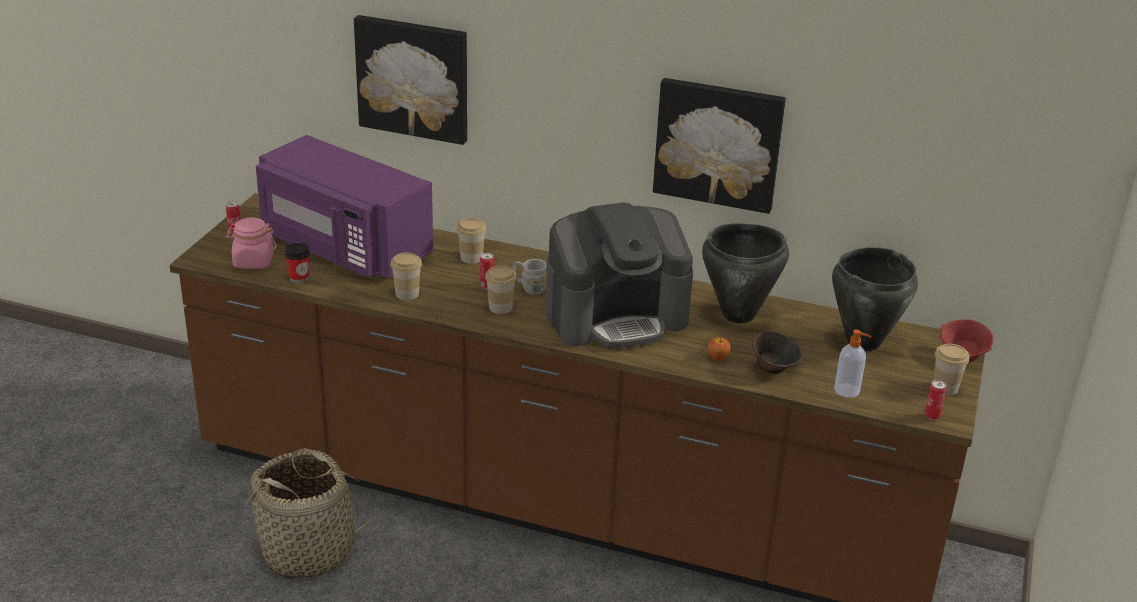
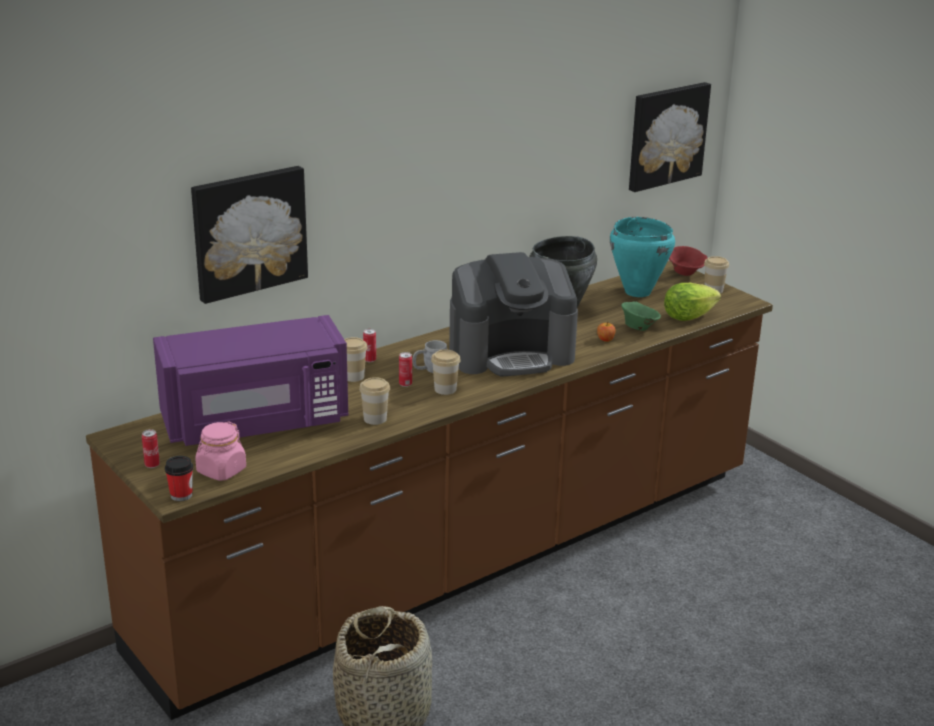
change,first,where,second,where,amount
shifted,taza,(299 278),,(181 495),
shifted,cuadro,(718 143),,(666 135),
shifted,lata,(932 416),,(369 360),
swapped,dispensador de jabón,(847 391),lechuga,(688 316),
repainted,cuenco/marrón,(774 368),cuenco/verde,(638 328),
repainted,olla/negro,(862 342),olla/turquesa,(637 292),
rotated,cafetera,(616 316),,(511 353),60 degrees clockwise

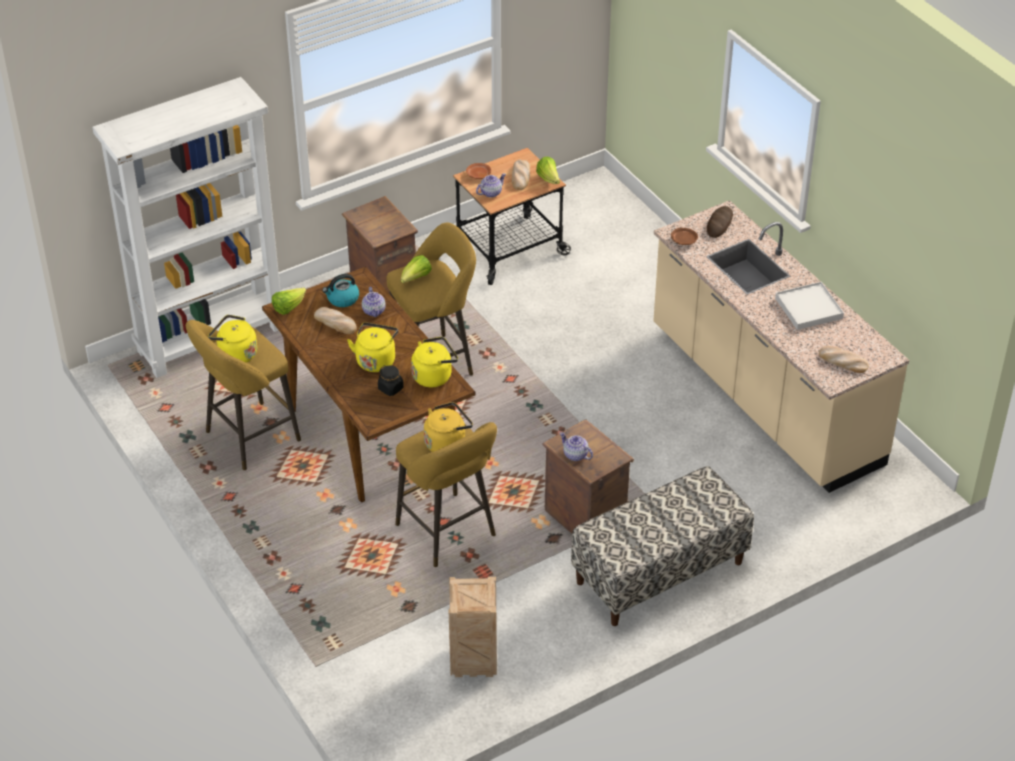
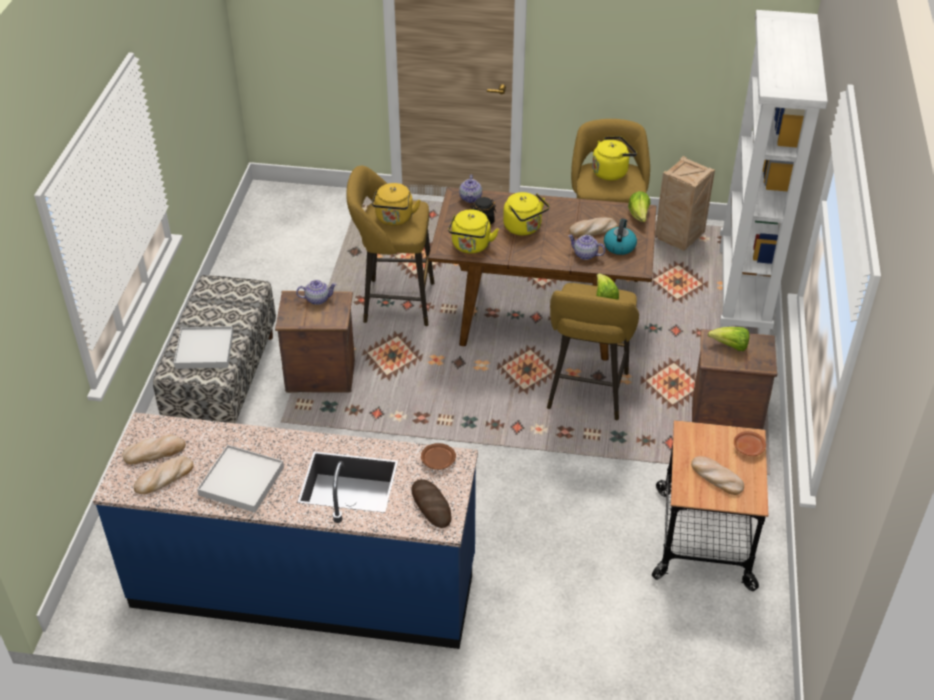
change,first,where,second,where,amount
new,,,pan,(164 478),
new,,,bandeja/blanco,(204 350),
shifted,caja de embalaje,(472 662),,(679 237),
shifted,tetera,(491 192),,(471 198),
shifted,lechuga,(549 179),,(730 346),
repainted,mueble bajo de cocina/beis,(764 397),mueble bajo de cocina/azul,(305 583),

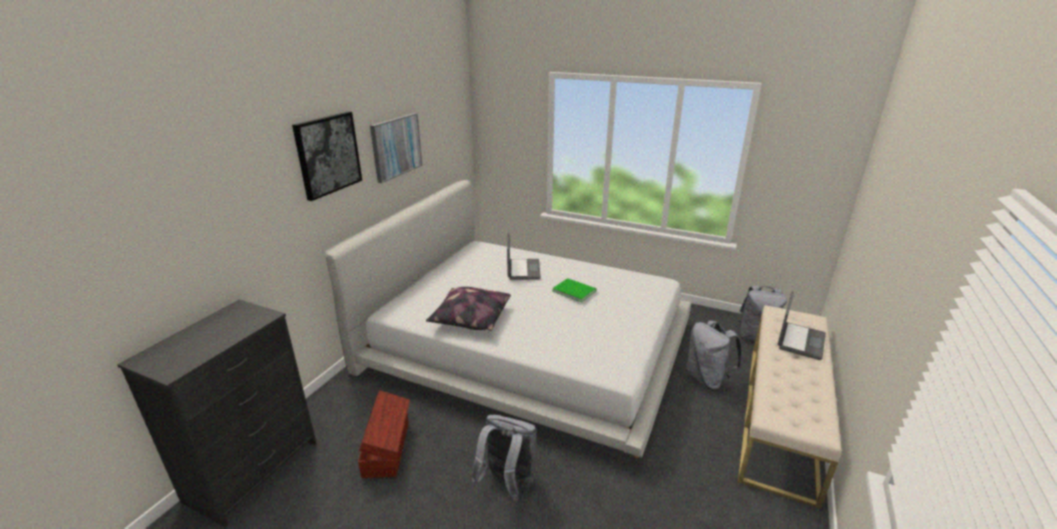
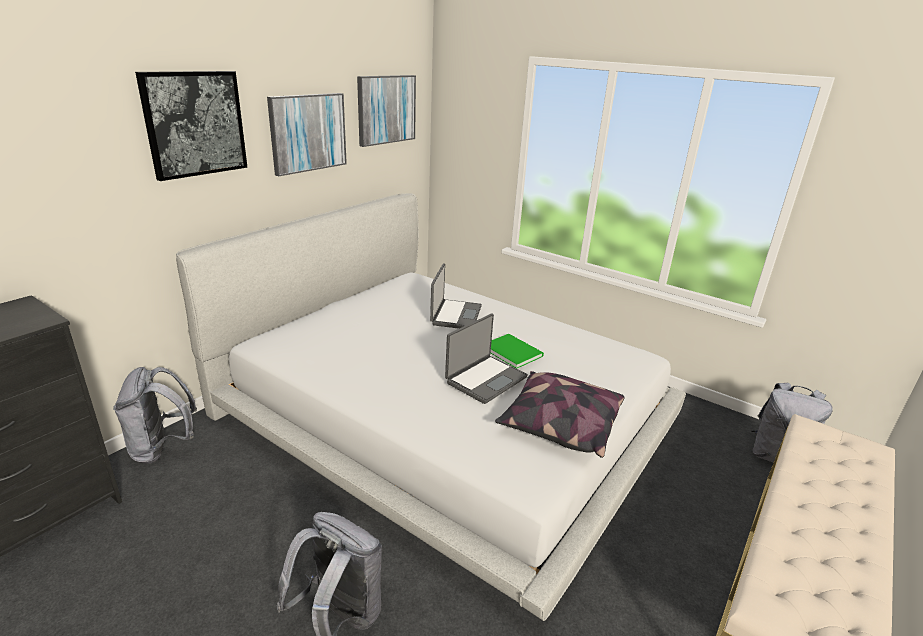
change,first,where,second,where,amount
gone,caja de almacenaje/marrón,(388 448),,,
new,,,cuadro,(386 109),
shifted,cojín,(470 318),,(559 425),
shifted,mochila/gris,(707 379),,(162 448),
shifted,portátil,(799 341),,(485 379),

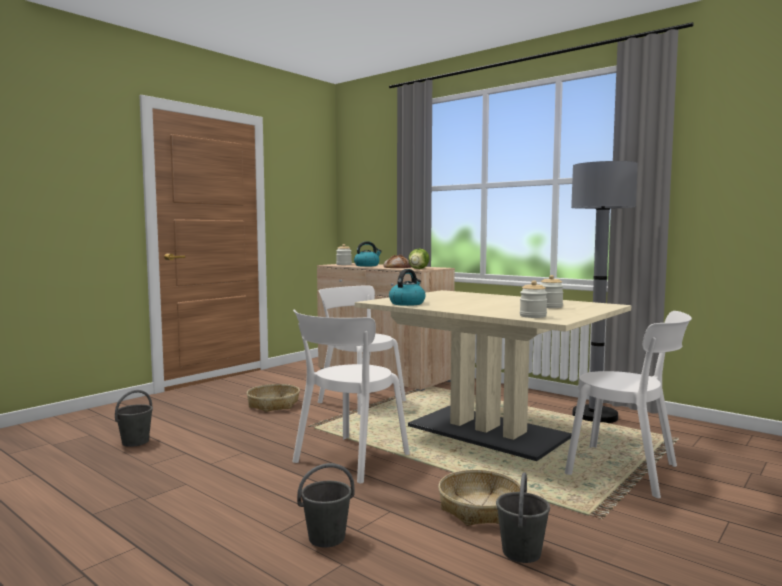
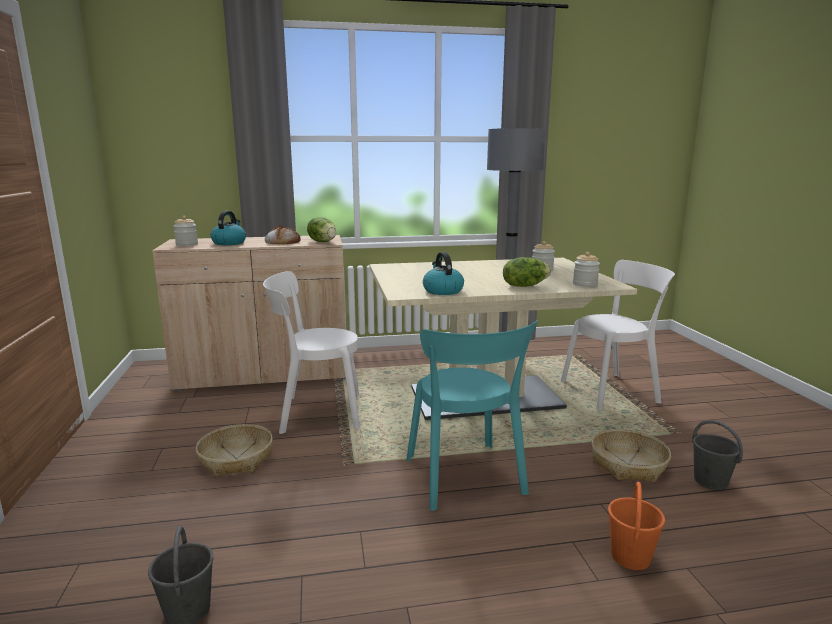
change,first,where,second,where,amount
new,,,lechuga,(524 285),
repainted,silla/blanco,(348 460),silla/turquesa,(466 479),
repainted,cubo/gris,(326 538),cubo/naranja,(630 557),

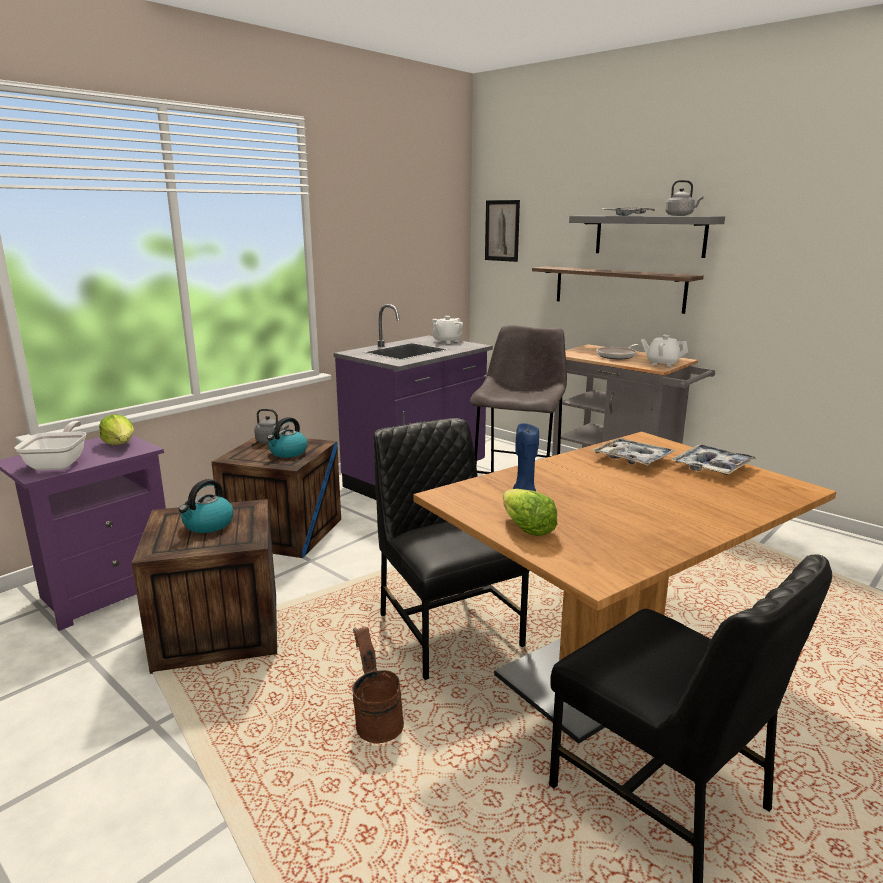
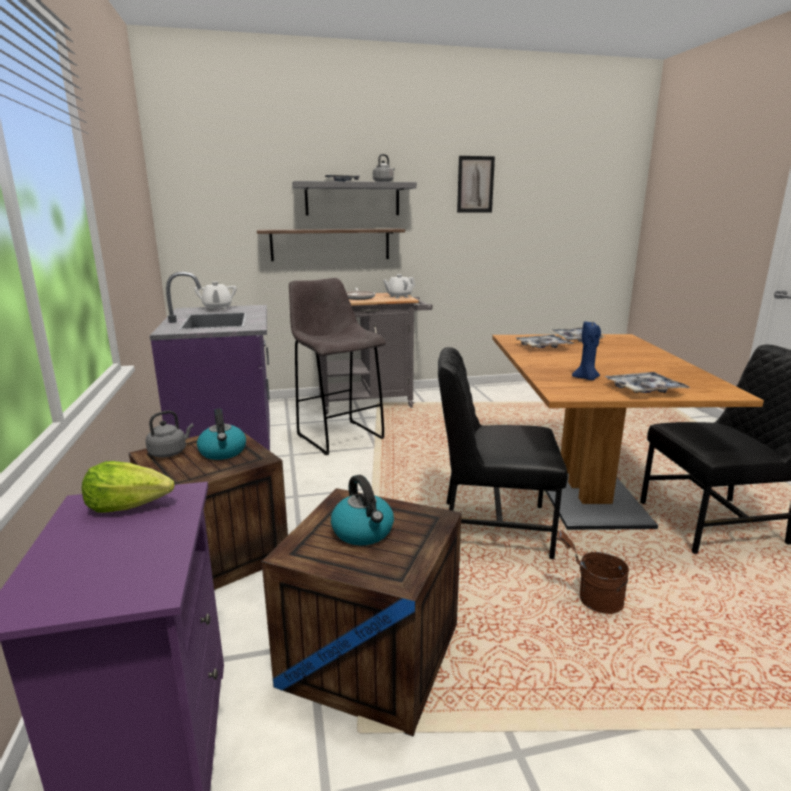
change,first,where,second,where,amount
gone,sartén,(60 463),,,
shifted,cuadro,(502 230),,(475 184),
swapped,lechuga,(525 528),bandeja,(644 389),

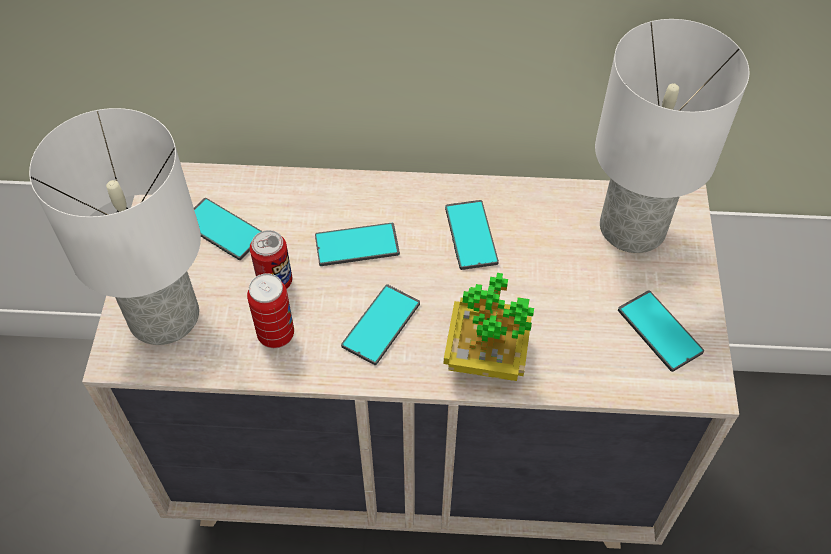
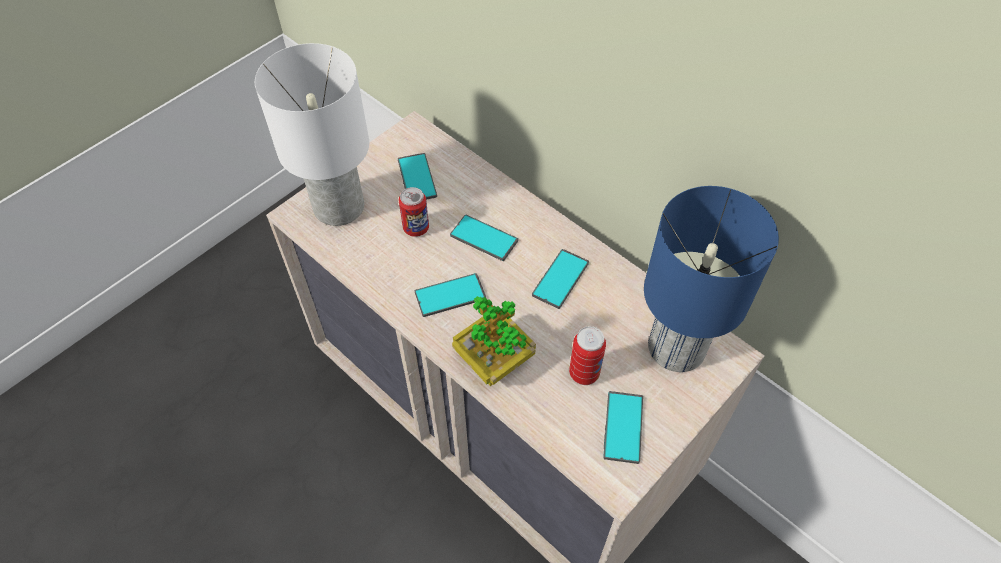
change,first,where,second,where,amount
shifted,lata,(276 335),,(584 373),
repainted,lámpara de mesa/blanco,(630 227),lámpara de mesa/azul,(675 346),

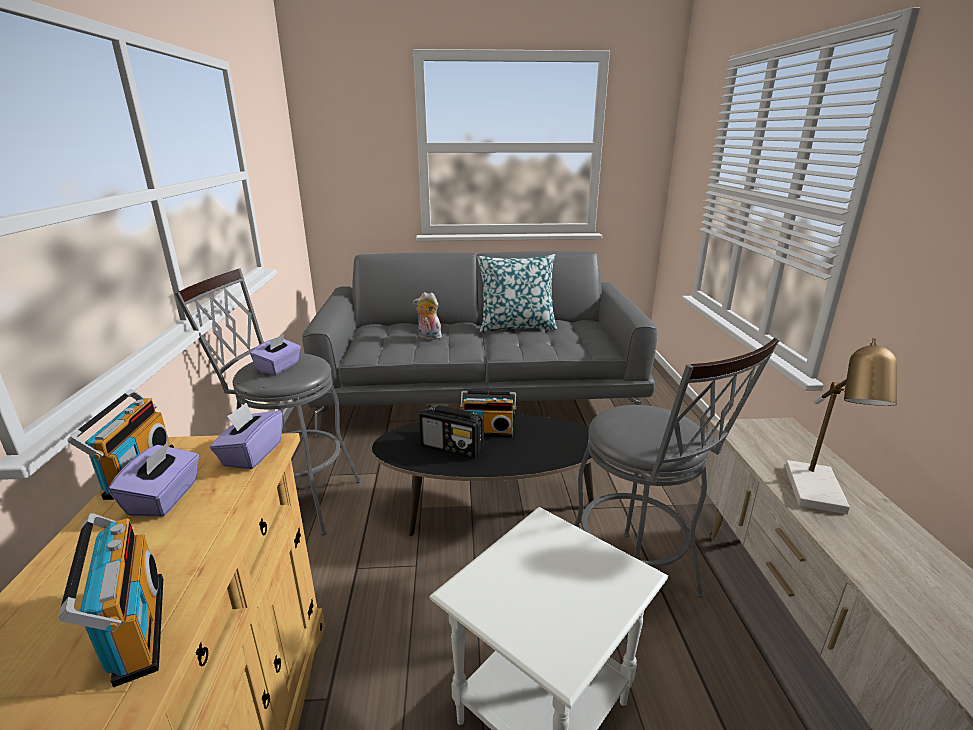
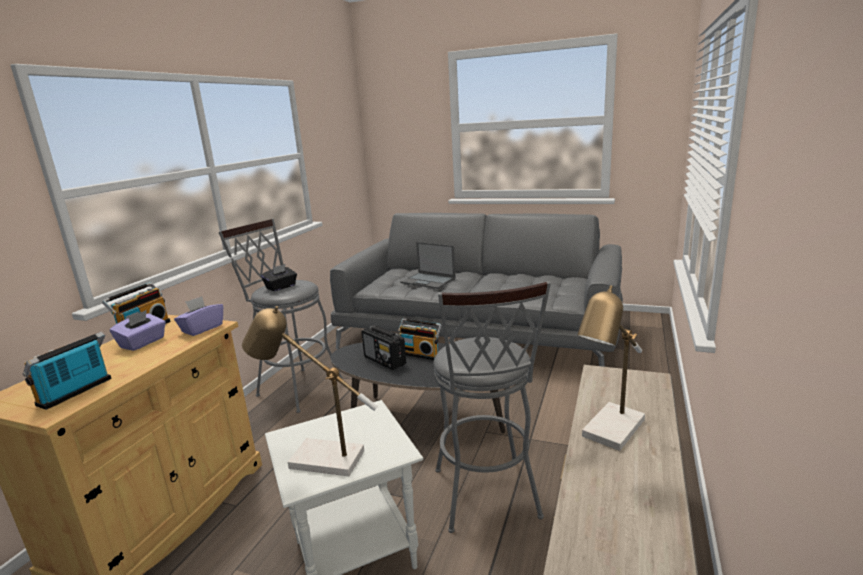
change,first,where,second,where,amount
gone,cojín,(516 327),,,
new,,,lámpara de mesa,(317 459),
swapped,peluche,(428 337),portátil,(428 281),
repainted,caja de pañuelos/morado,(279 367),caja de pañuelos/negro,(281 287),
rotated,radio,(133 630),,(77 392),150 degrees counterclockwise

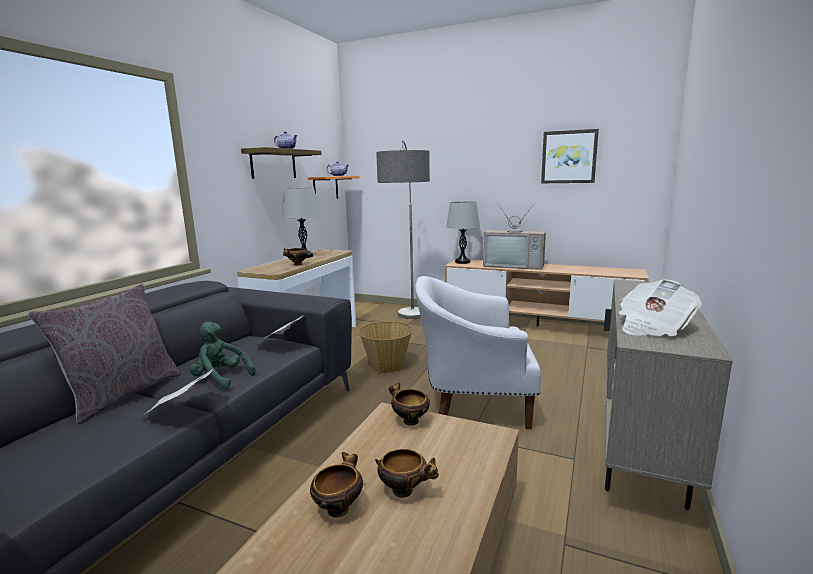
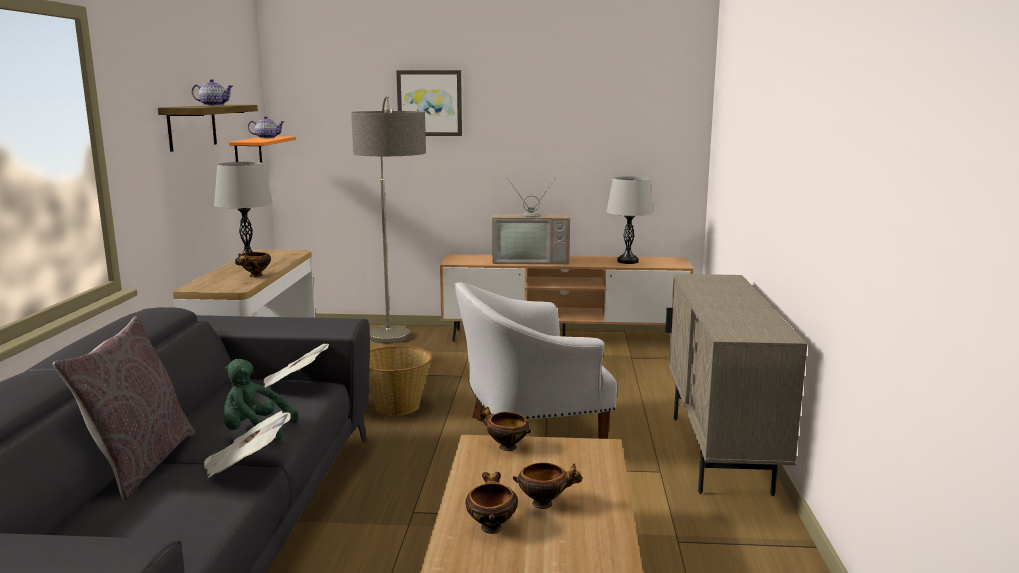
change,first,where,second,where,amount
gone,periódico,(652 327),,,
shifted,lámpara de mesa/gris,(462 262),,(628 261),
shifted,cuadro,(569 157),,(429 103),

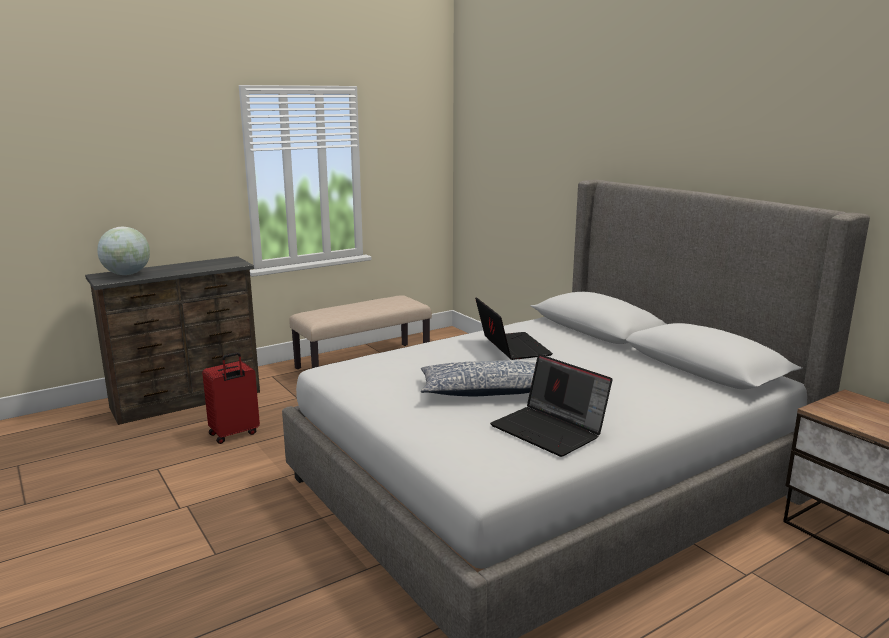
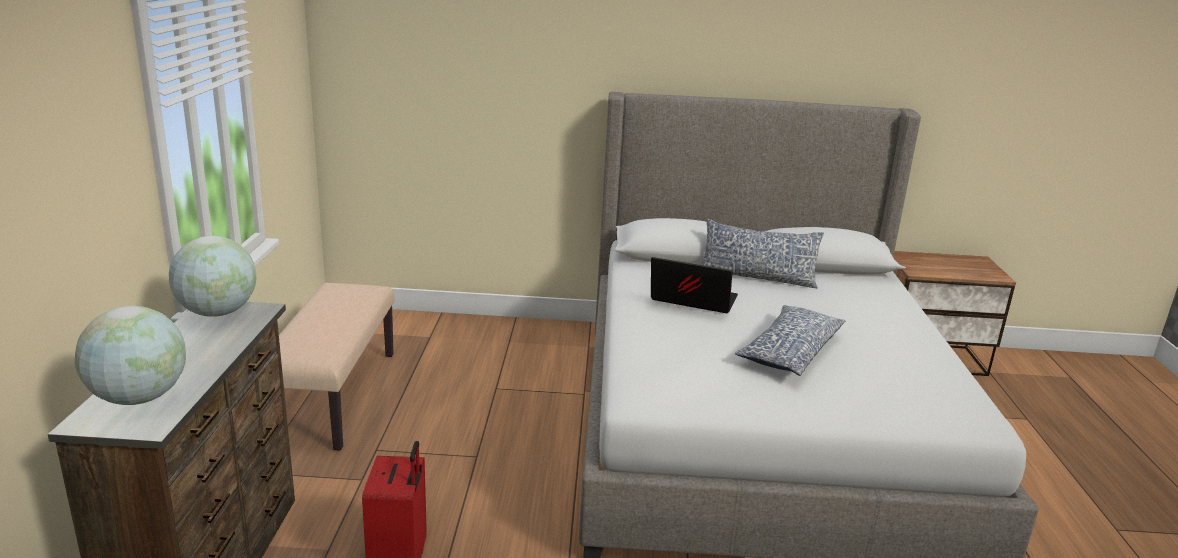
change,first,where,second,where,amount
gone,portátil,(550 430),,,
new,,,globo terráqueo,(217 313),
new,,,cojín,(756 277),

